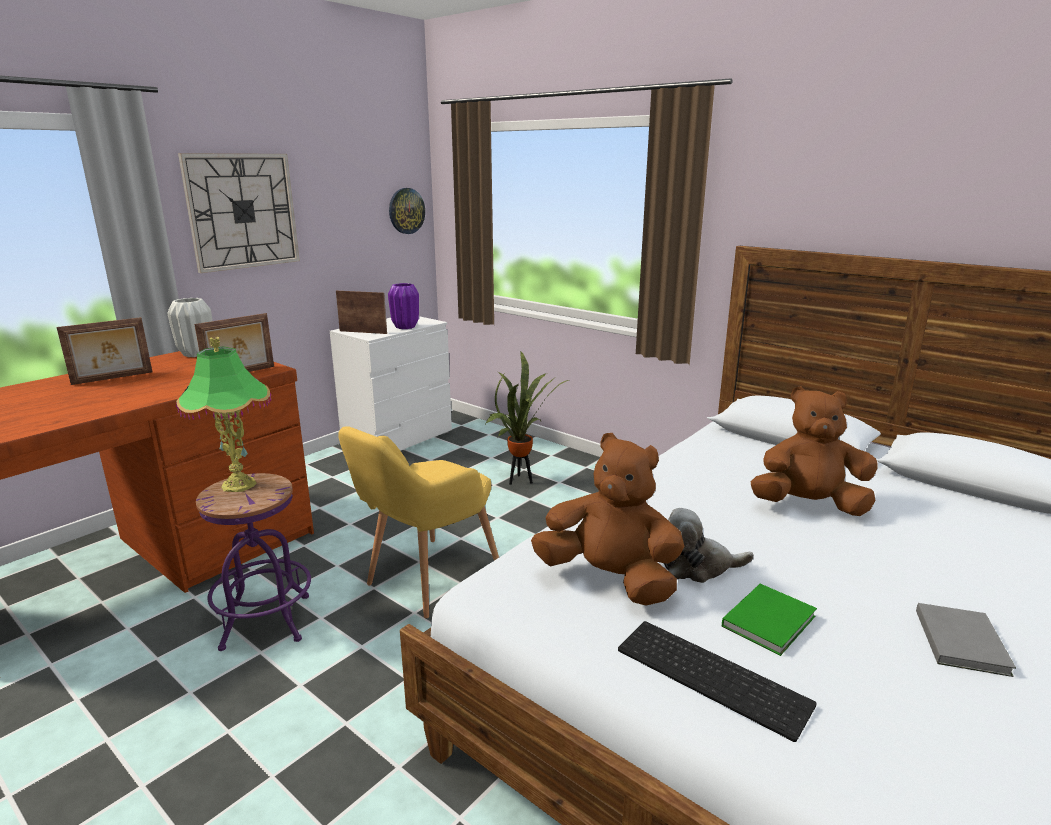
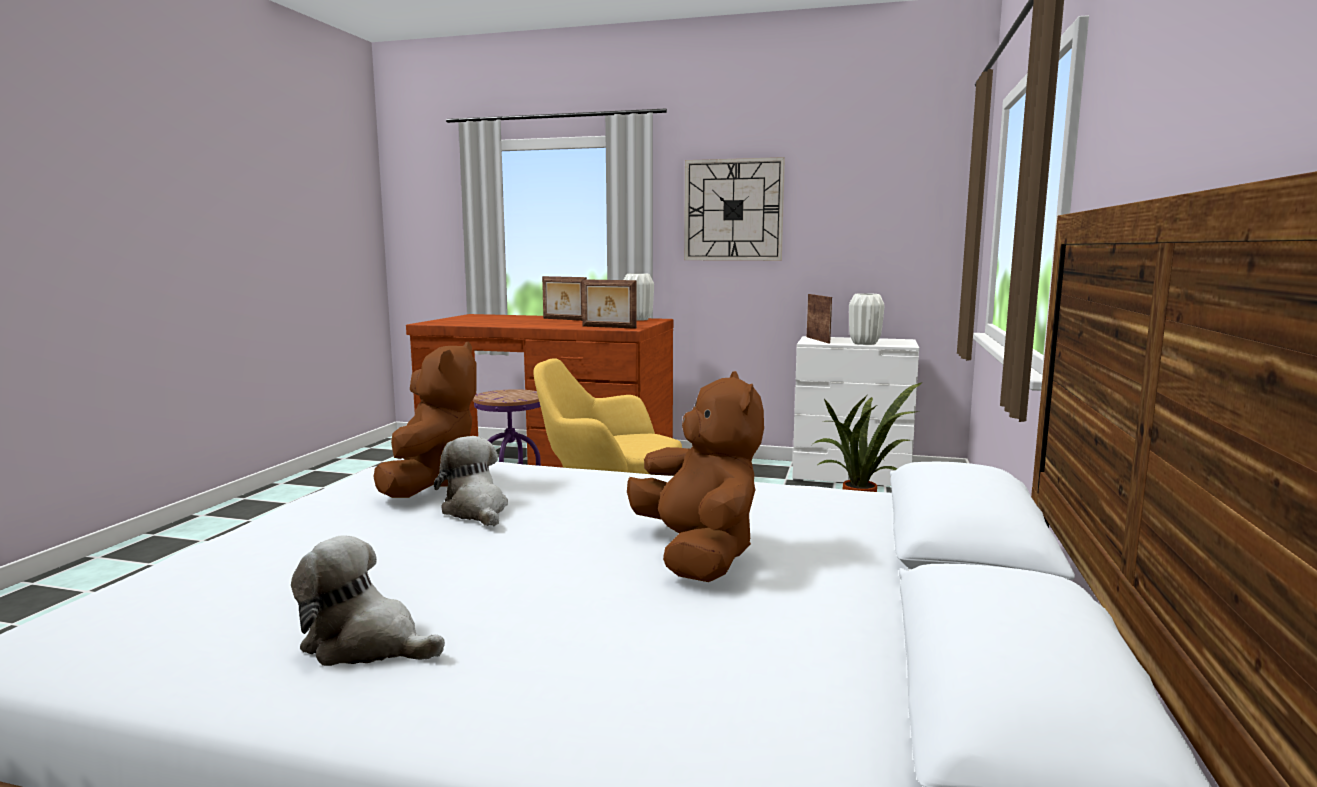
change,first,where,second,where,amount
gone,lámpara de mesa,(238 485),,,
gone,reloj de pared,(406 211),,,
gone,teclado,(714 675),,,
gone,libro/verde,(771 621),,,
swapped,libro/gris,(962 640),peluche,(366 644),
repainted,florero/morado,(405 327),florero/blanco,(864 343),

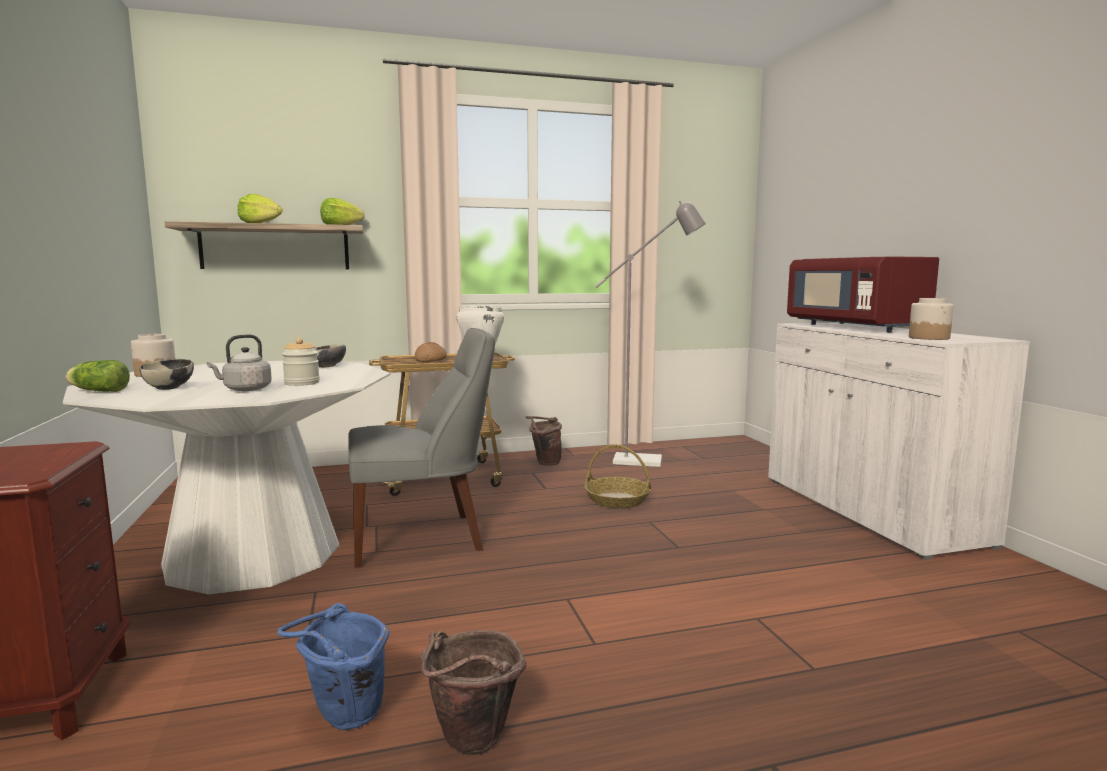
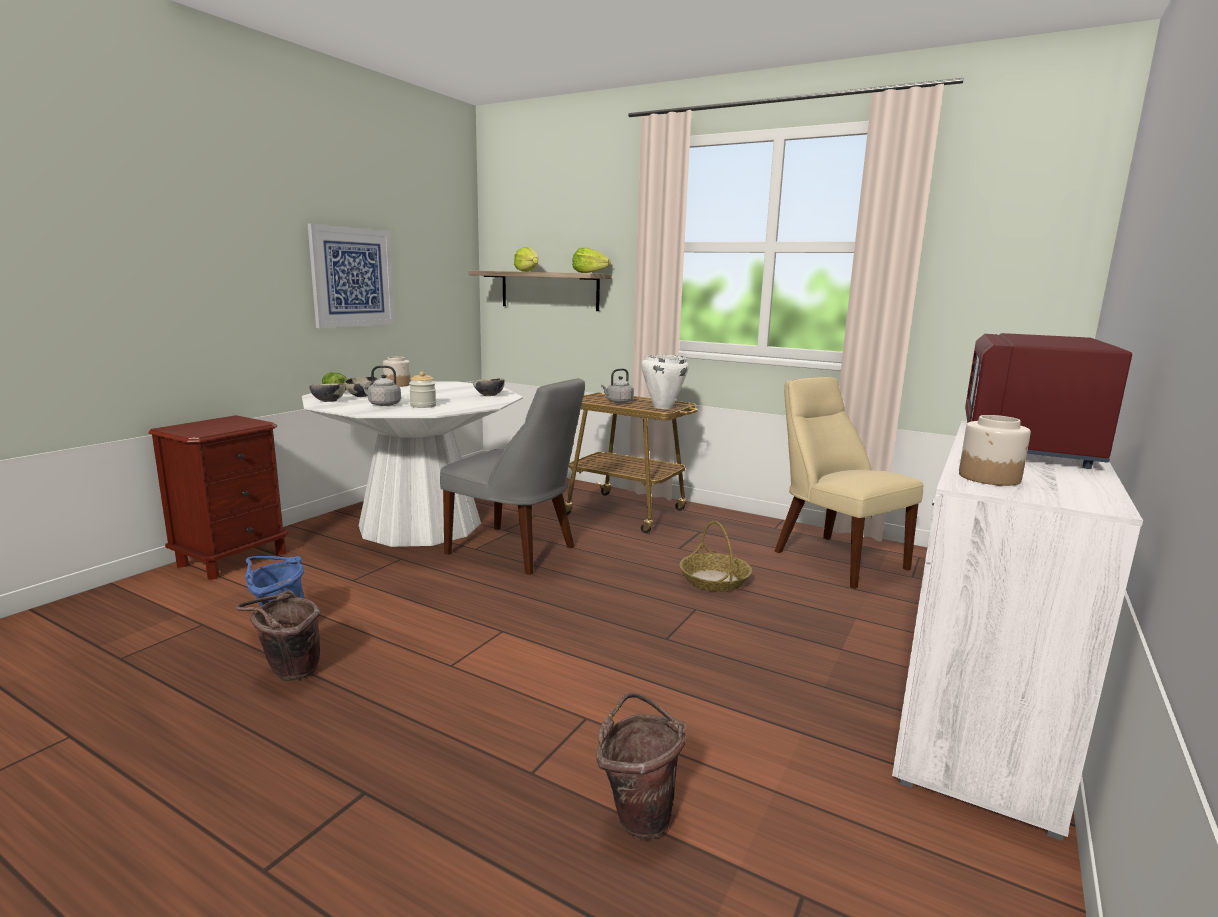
change,first,where,second,where,amount
new,,,cuadro,(352 277),
new,,,cuenco,(328 401),
shifted,cubo/marrón,(544 463),,(638 814),
swapped,pan,(431 360),hervidor/gris,(618 402),
swapped,lámpara de pie/gris,(647 461),silla/beis,(834 558),

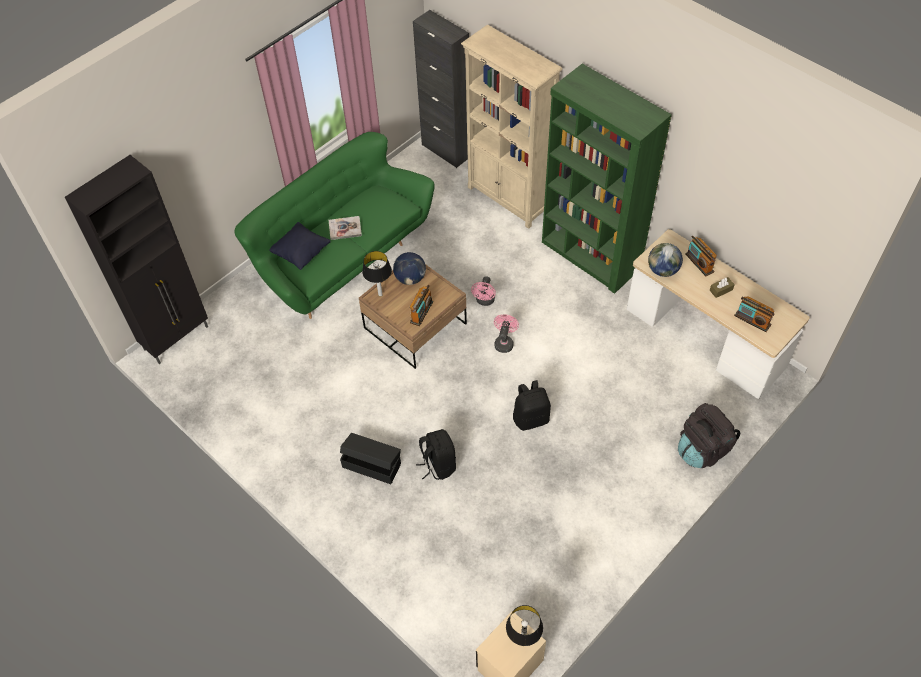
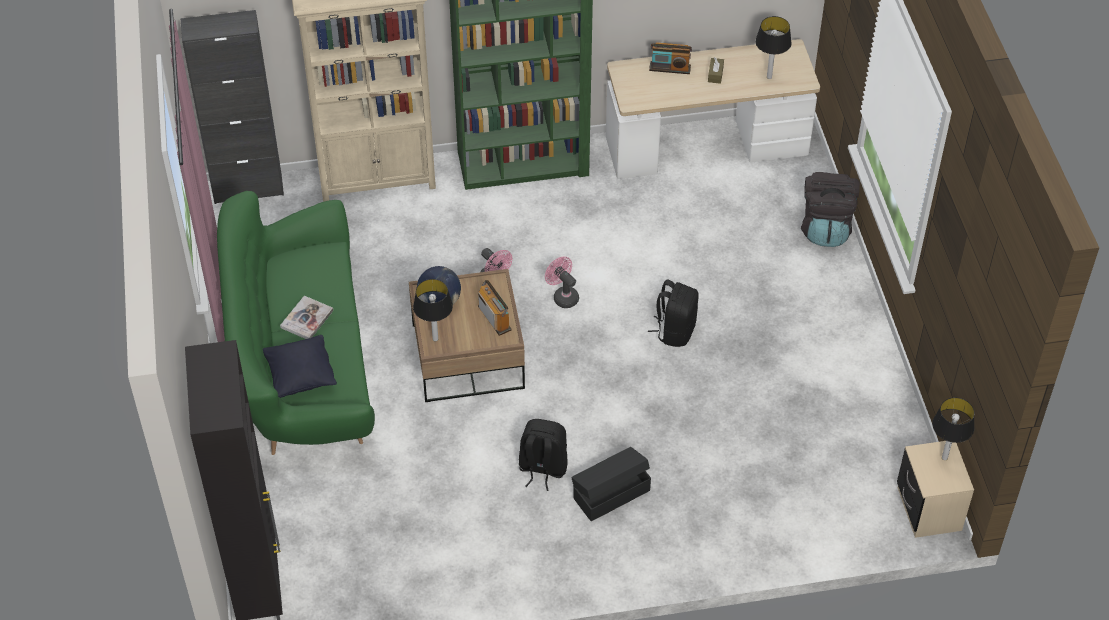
change,first,where,second,where,amount
gone,globo terráqueo,(662 270),,,
shifted,mochila/negro,(438 464),,(542 468),
swapped,radio,(752 320),lámpara de mesa,(769 76),

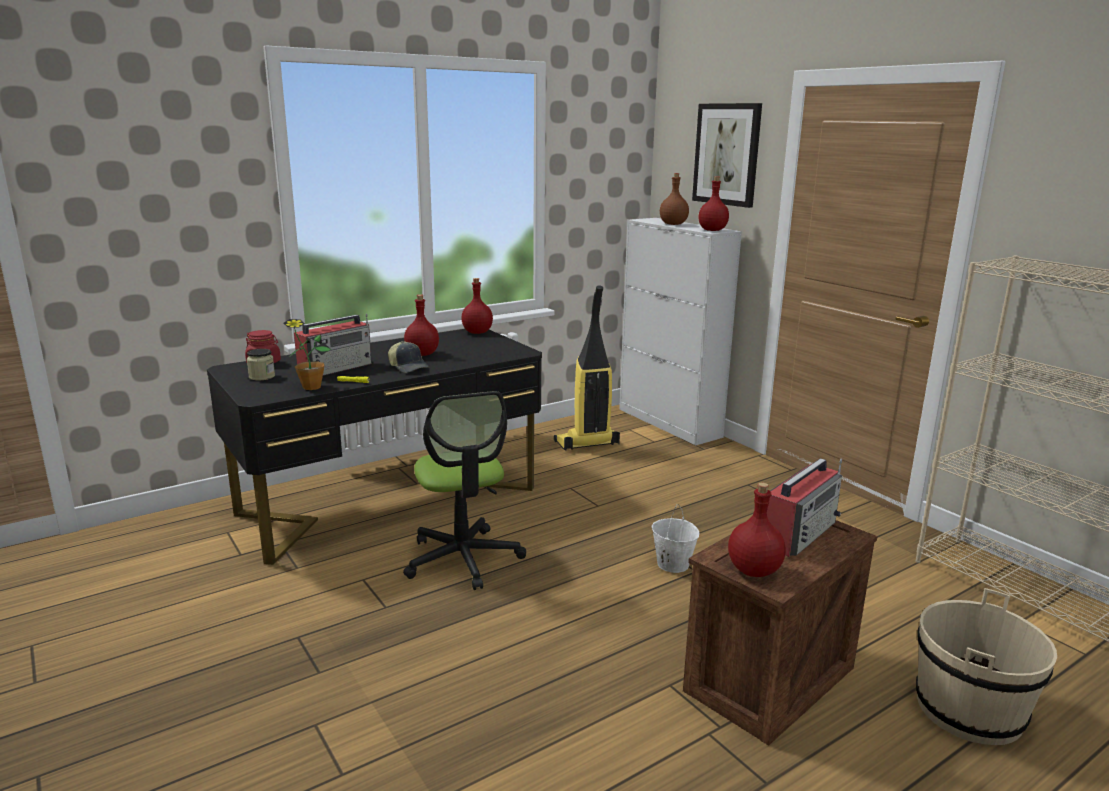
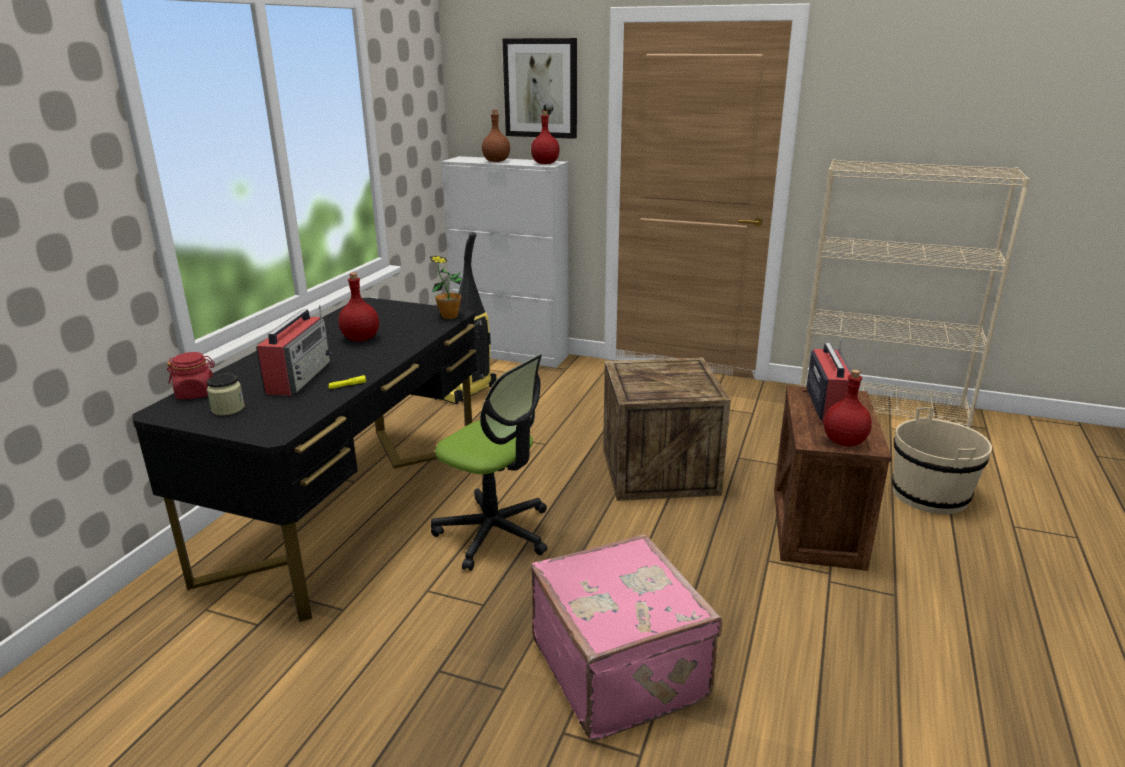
change,first,where,second,where,amount
gone,gorra,(409 367),,,
gone,botella/rojo,(476 332),,,
new,,,maleta/rosa,(621 668),
shifted,planta en maceta,(311 387),,(449 316),
swapped,cubo/blanco,(672 564),caja de embalaje,(659 470),

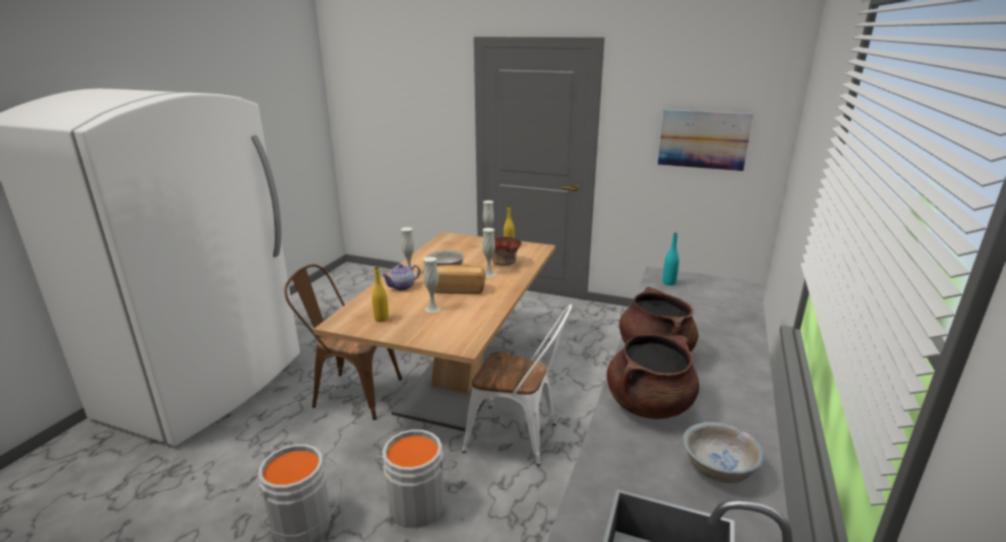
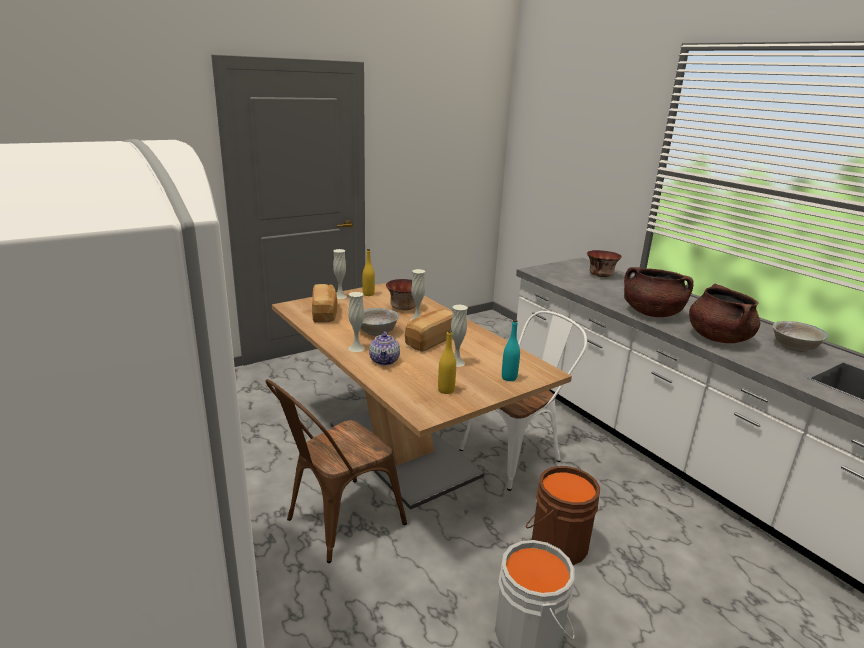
change,first,where,second,where,amount
gone,cuadro,(703 140),,,
new,,,pan,(325 313),
new,,,cuenco,(600 275),
shifted,botella/turquesa,(669 283),,(509 378),
repainted,cubo/gris,(417 503),cubo/marrón,(556 543),

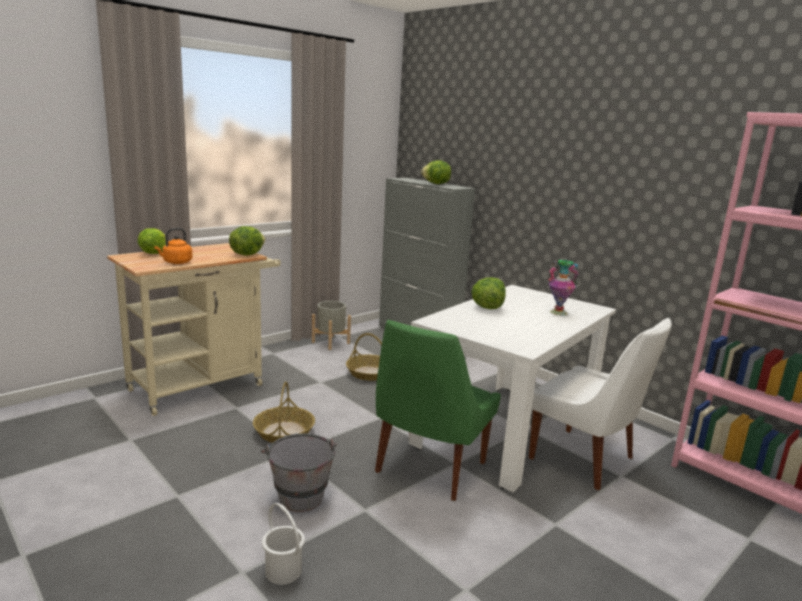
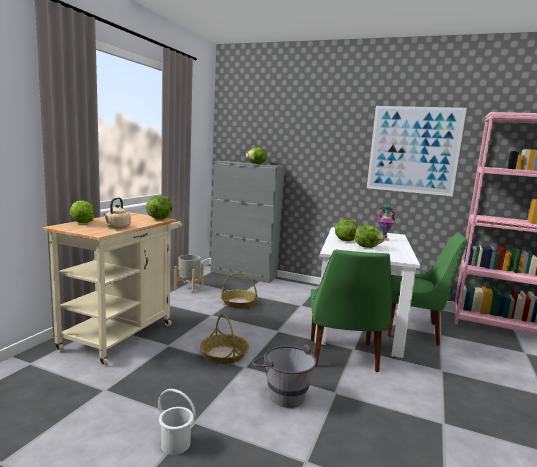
change,first,where,second,where,amount
new,,,lechuga,(367 247),
new,,,cuadro,(413 150),
shifted,cubo/blanco,(284 570),,(176 443),
repainted,hervidor/naranja,(176 262),hervidor/beis,(117 227),
repainted,silla/blanco,(585 460),silla/verde,(415 330),

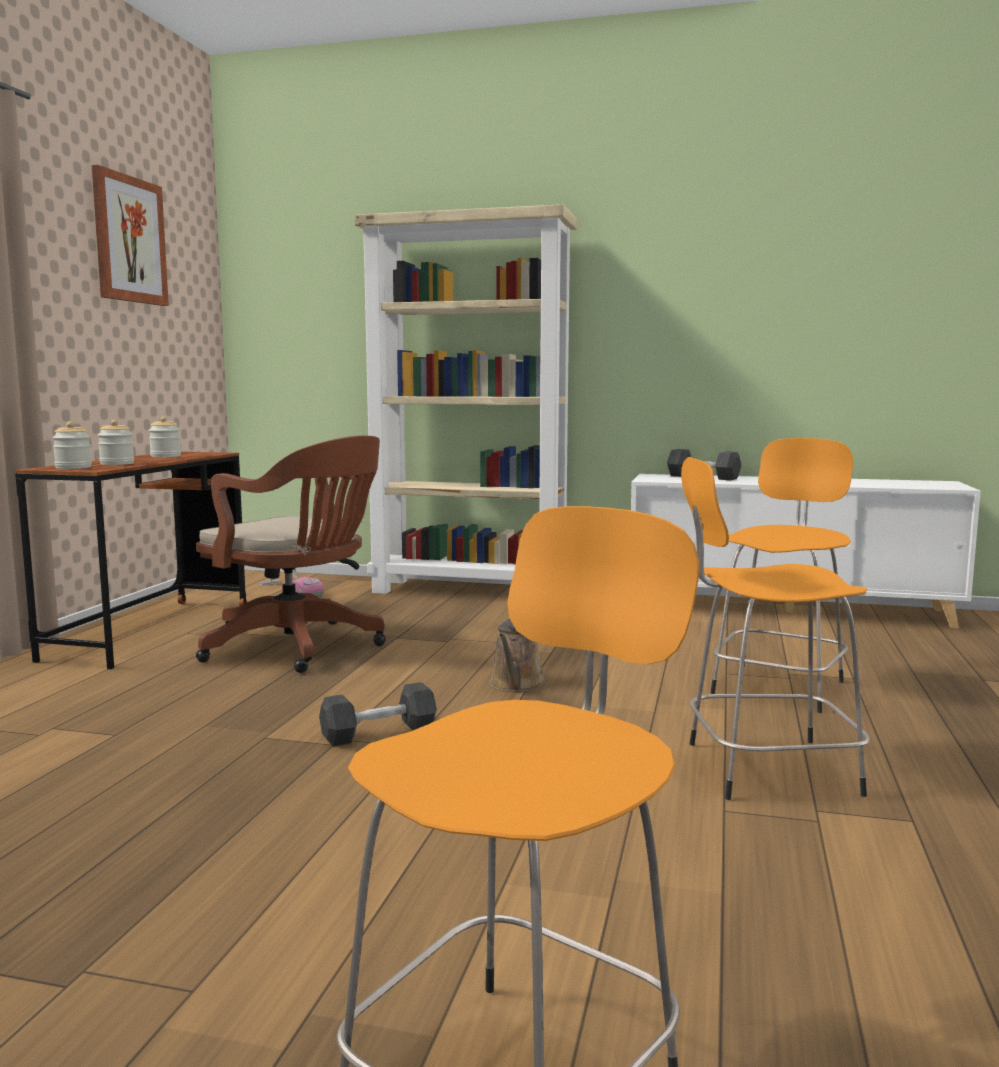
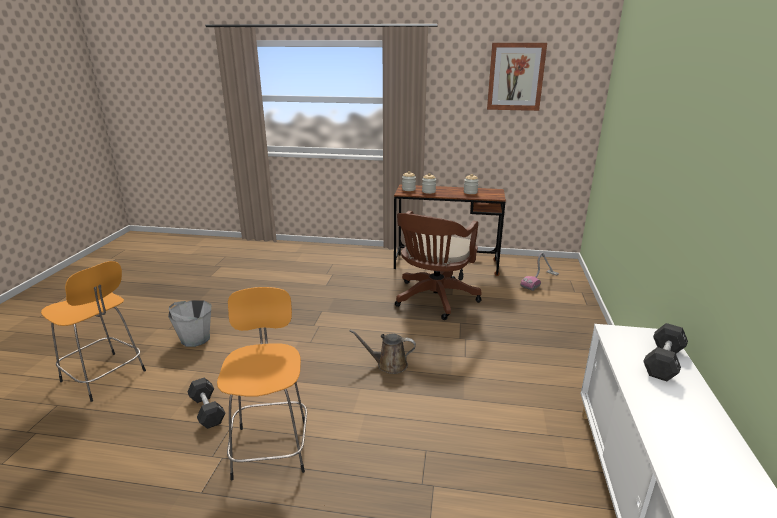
change,first,where,second,where,amount
gone,estantería/beis,(471 591),,,
gone,taburete/naranja,(779 686),,,
new,,,cubo/gris,(195 339),
shifted,mancuerna/negro,(379 733),,(207 410),

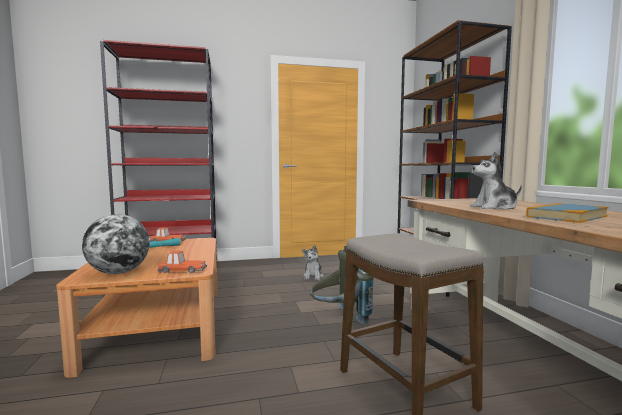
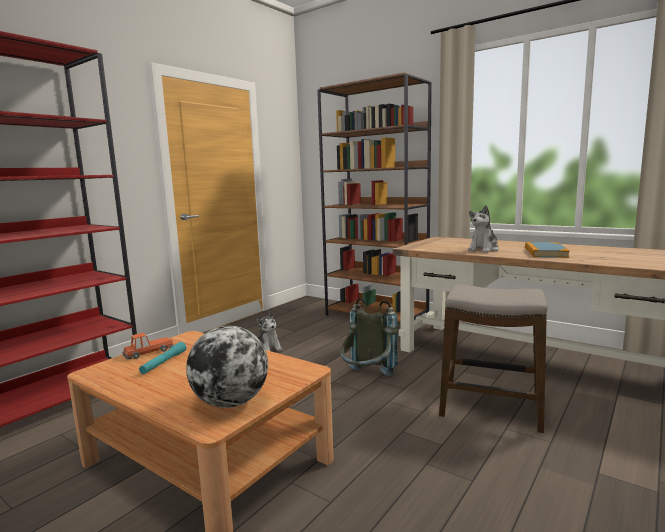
change,first,where,second,where,amount
gone,coche de juguete,(182 270),,,

